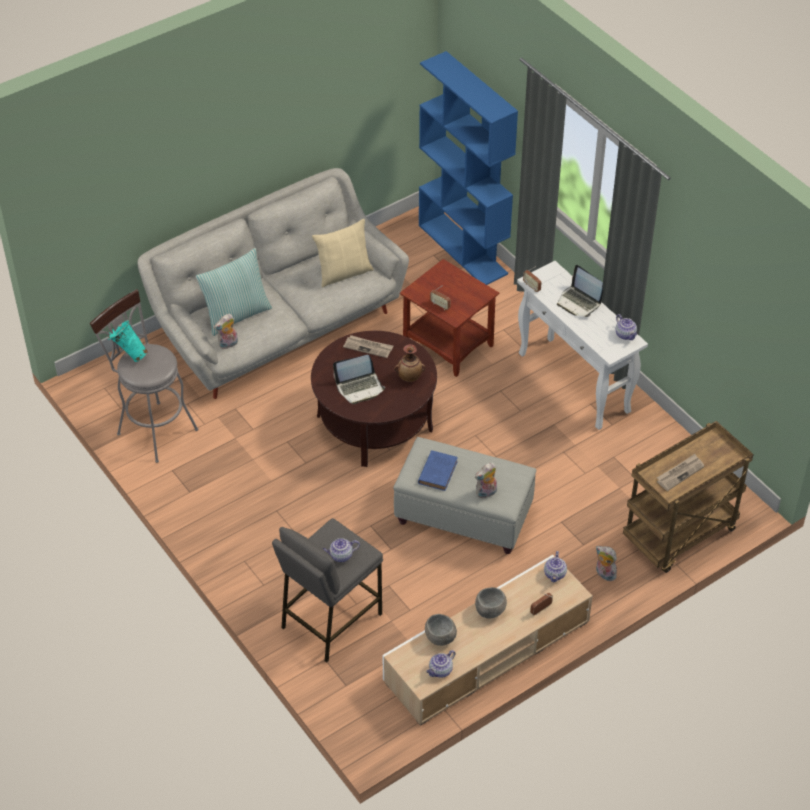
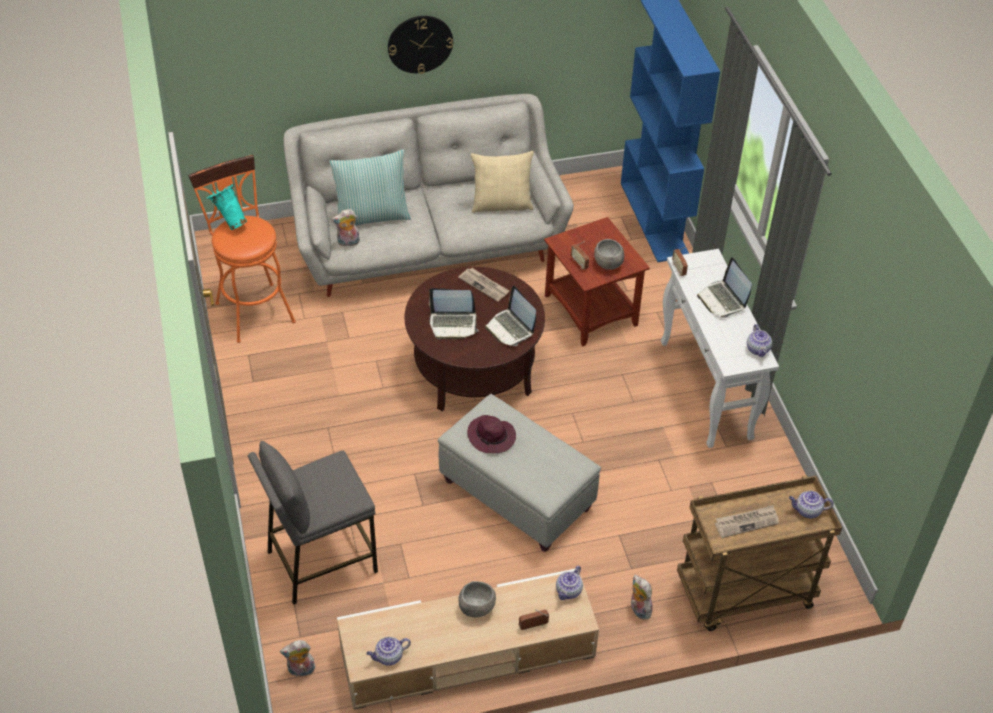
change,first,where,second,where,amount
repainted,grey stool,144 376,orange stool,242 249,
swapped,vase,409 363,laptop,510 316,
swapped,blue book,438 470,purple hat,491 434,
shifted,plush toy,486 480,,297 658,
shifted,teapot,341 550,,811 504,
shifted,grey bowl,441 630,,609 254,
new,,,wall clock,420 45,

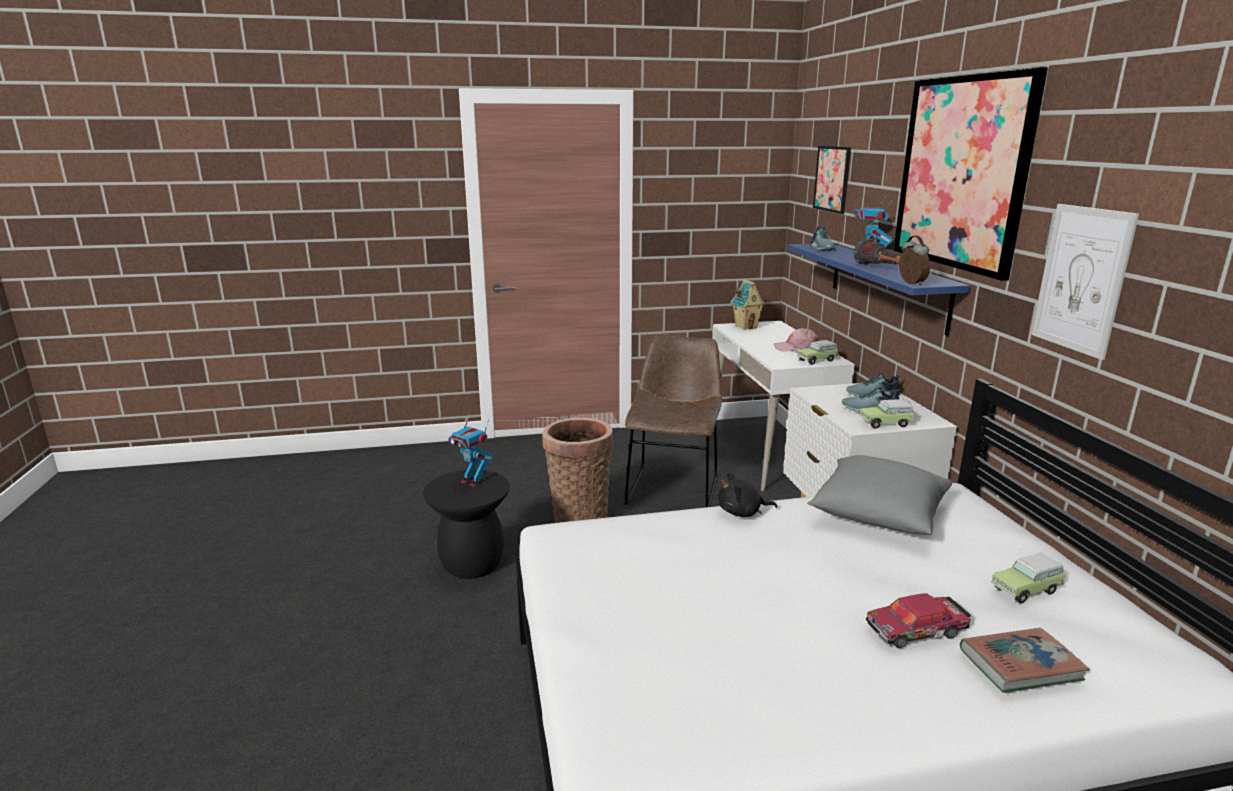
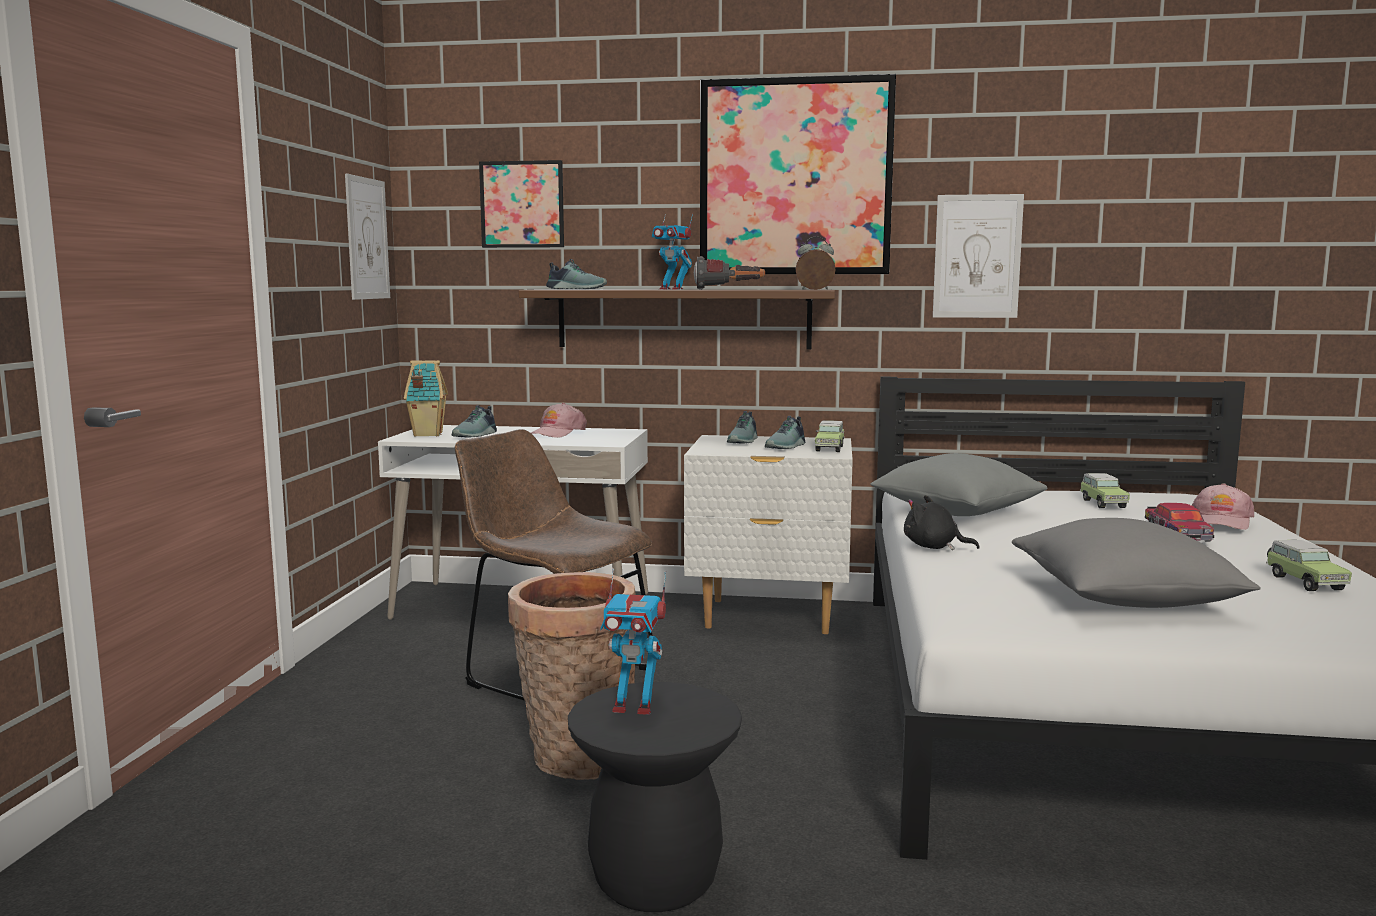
change,first,where,second,where,amount
repainted,blue shelf,879 290,brown shelf,677 319,
shifted,toy car,817 352,,1309 565,
rotated,toy robot,471 451,,633 641,45 degrees clockwise
rotated,black plush toy,747 494,,942 522,105 degrees clockwise
swapped,book,1024 660,pink cap,1222 506,
new,,,picture,367 237,
new,,,shoe,474 421,
new,,,grey pillow,1136 563,

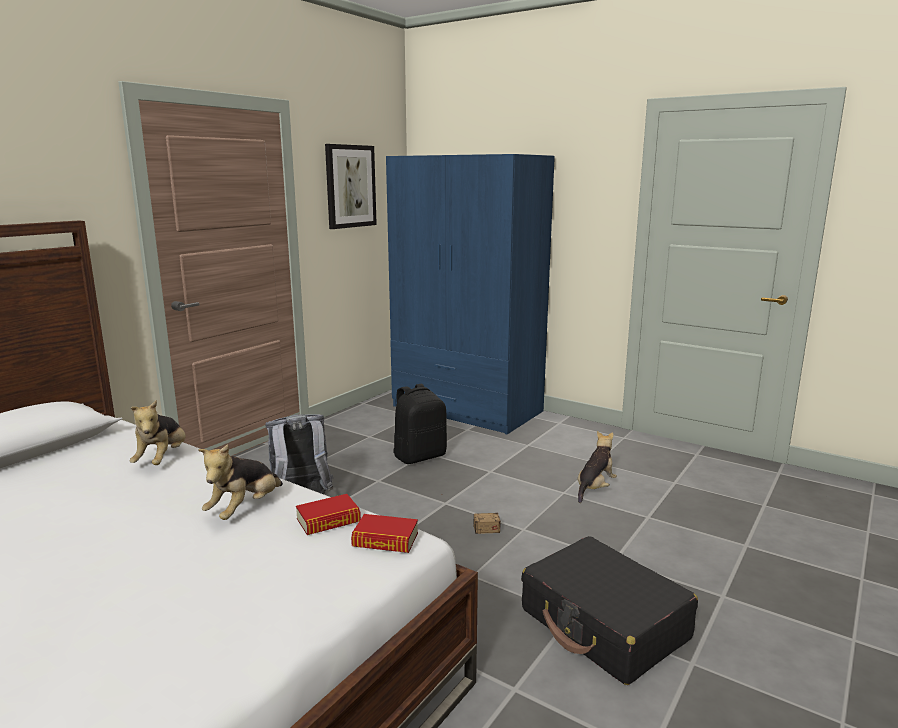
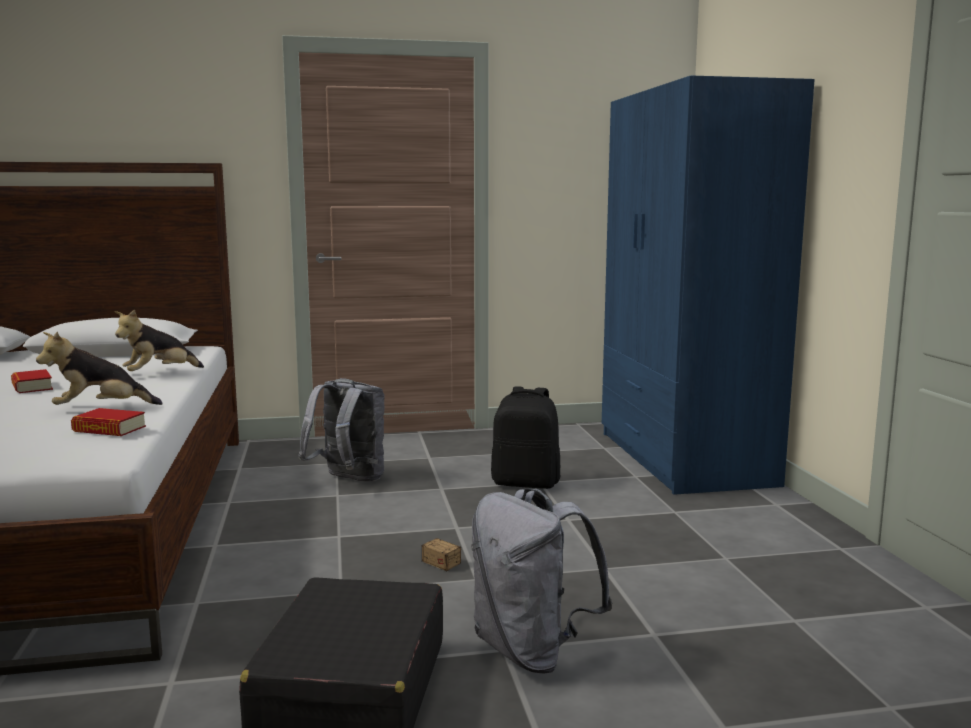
change,first,where,second,where,amount
gone,picture,351 186,,,
gone,plush toy,597 467,,,
shifted,book,384 533,,32 381,
new,,,grey backpack,542 581,

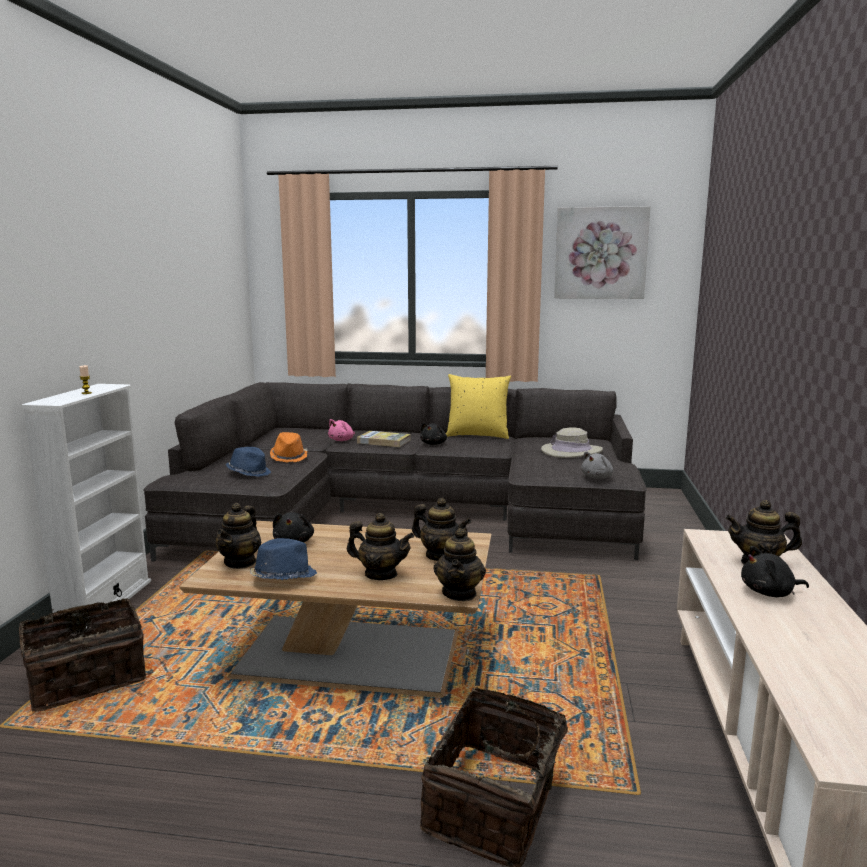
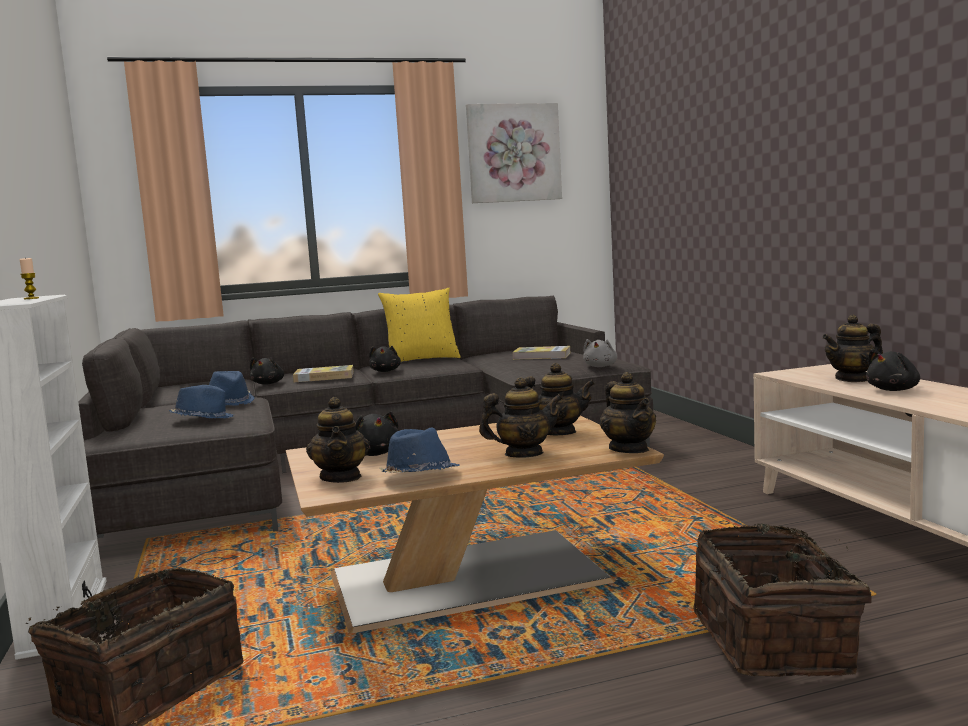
change,first,where,second,where,amount
repainted,pink plush toy,341 430,black plush toy,267 371,
swapped,beige hat,572 442,book,541 353,
repainted,orange hat,289 447,blue hat,232 388,

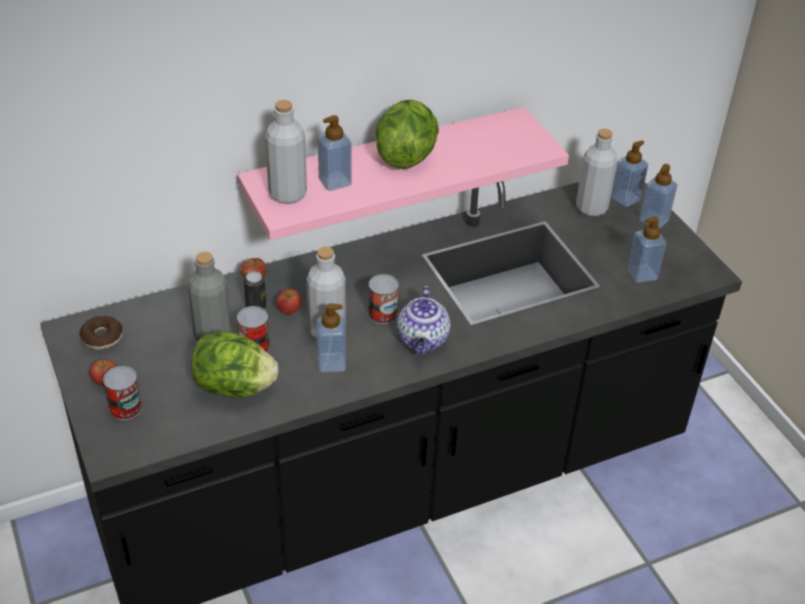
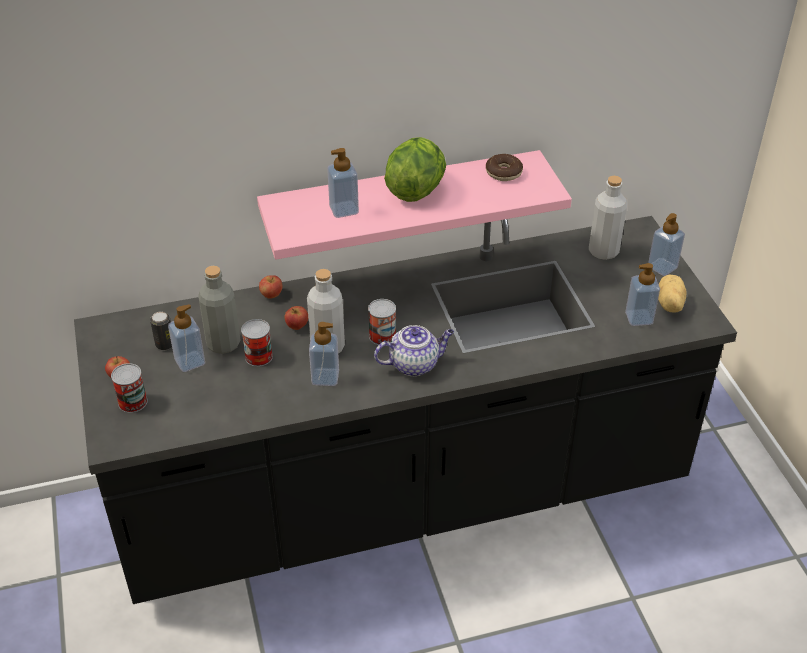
change,first,where,second,where,amount
gone,grey bottle,286 152,,,
shifted,soap dispenser,629 174,,186 338,
shifted,can,255 290,,161 330,
rotated,teapot,424 320,,414 350,120 degrees counterclockwise
shifted,donut,101 333,,504 167,
gone,lettuce,235 364,,,
new,,,potato,672 293,

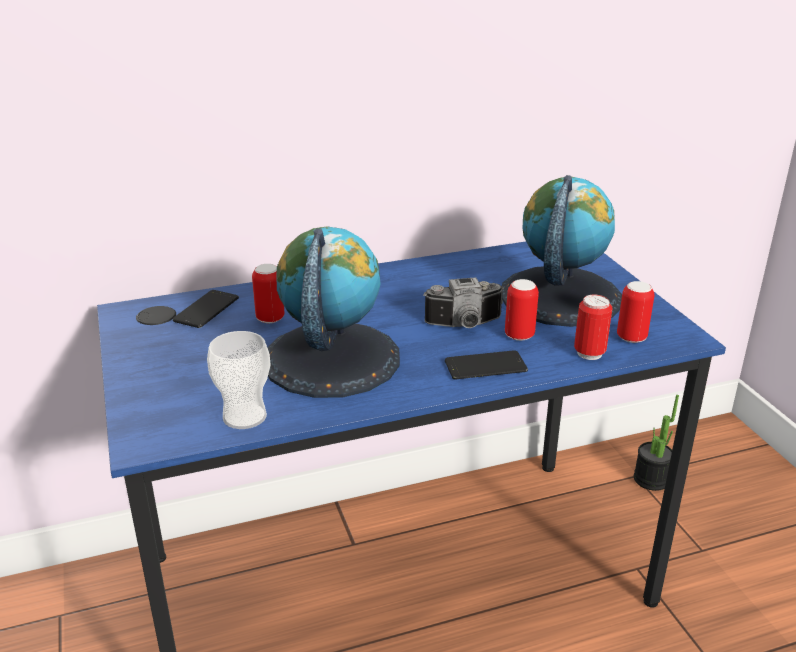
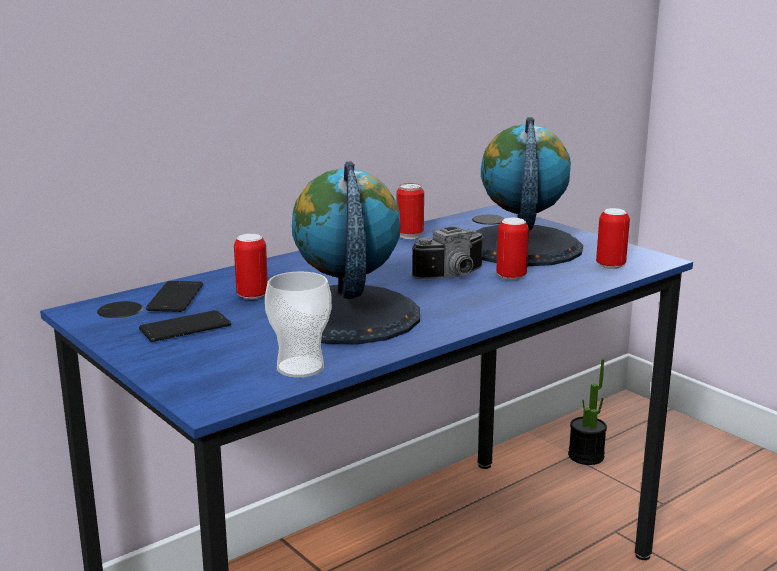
change,first,where,second,where,amount
shifted,can,593 327,,410 211,
shifted,phone,486 364,,185 326,

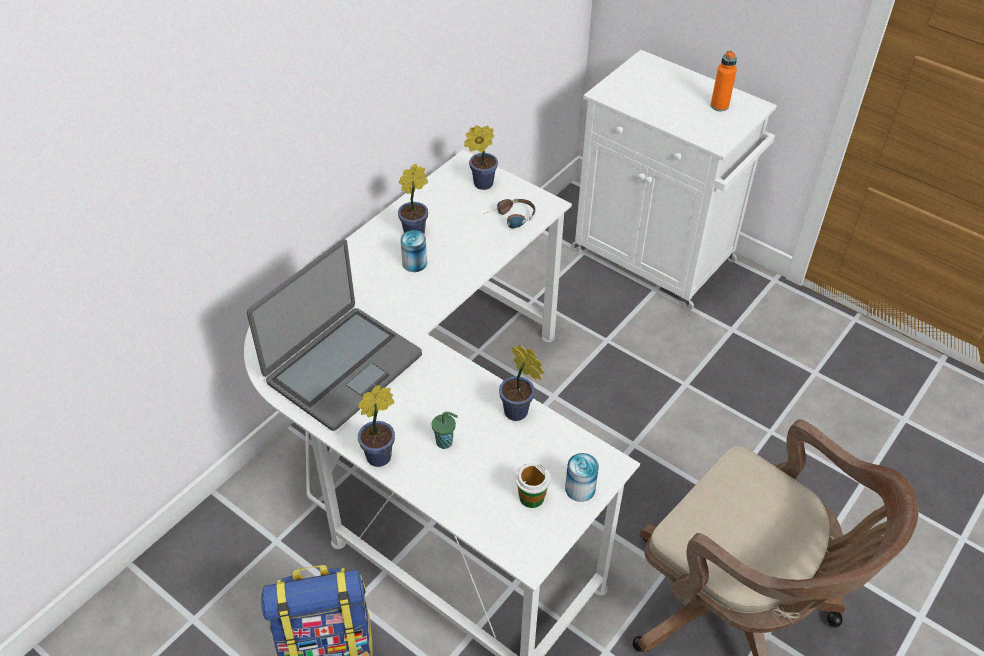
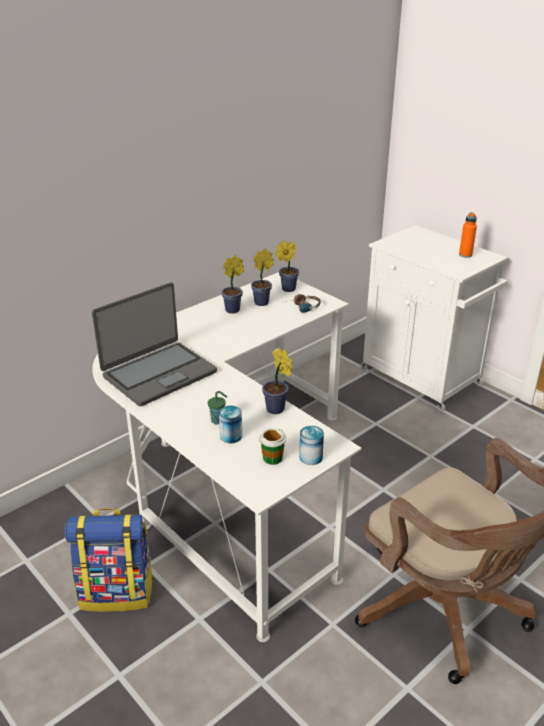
change,first,where,second,where,amount
shifted,can,413 251,,230 424,
shifted,potted plant,376 426,,262 277,

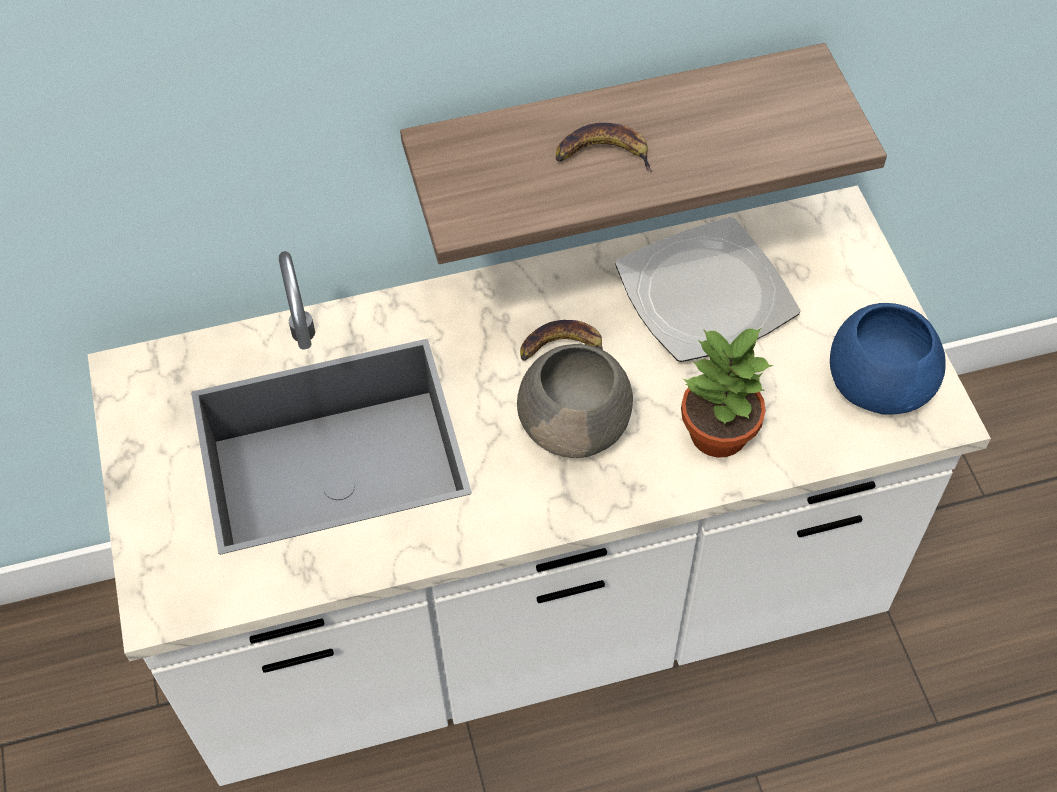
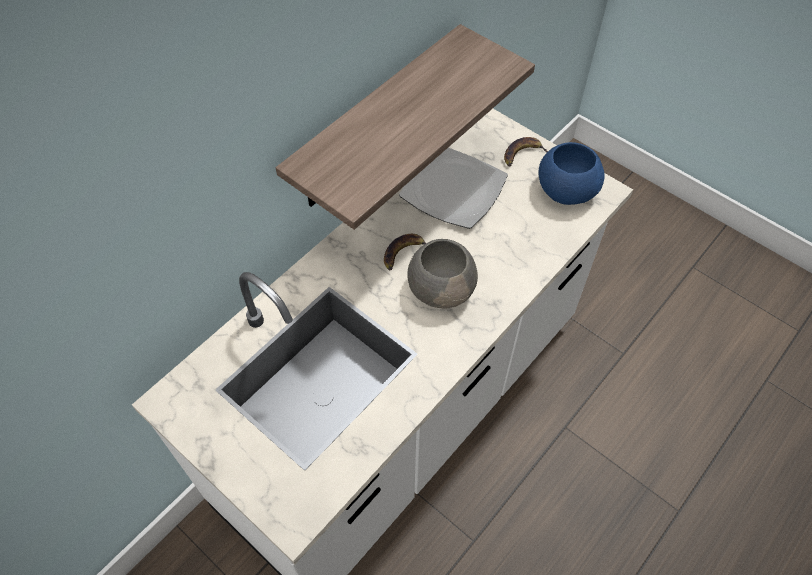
change,first,where,second,where,amount
shifted,banana,604 147,,526 151,
gone,potted plant,727 393,,,

